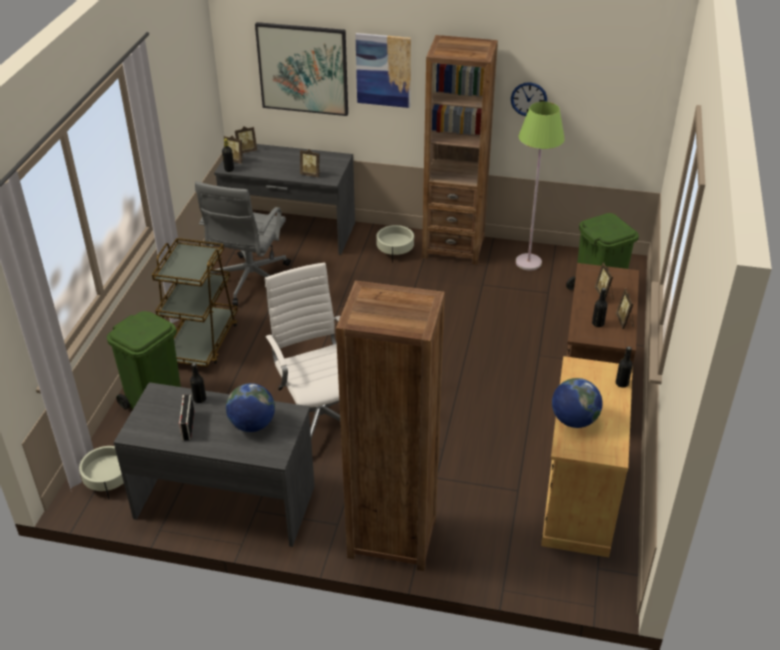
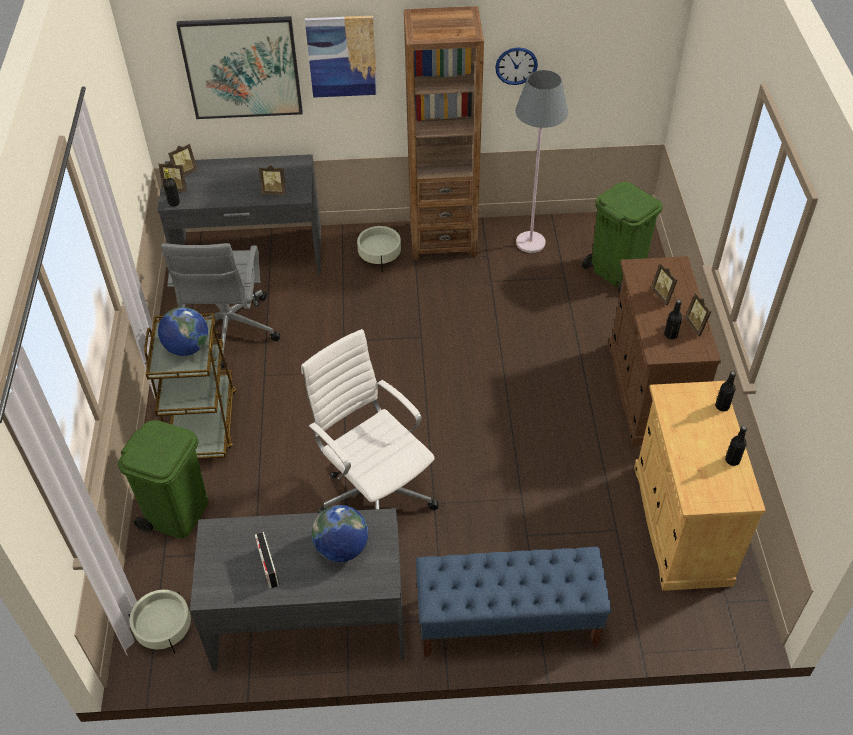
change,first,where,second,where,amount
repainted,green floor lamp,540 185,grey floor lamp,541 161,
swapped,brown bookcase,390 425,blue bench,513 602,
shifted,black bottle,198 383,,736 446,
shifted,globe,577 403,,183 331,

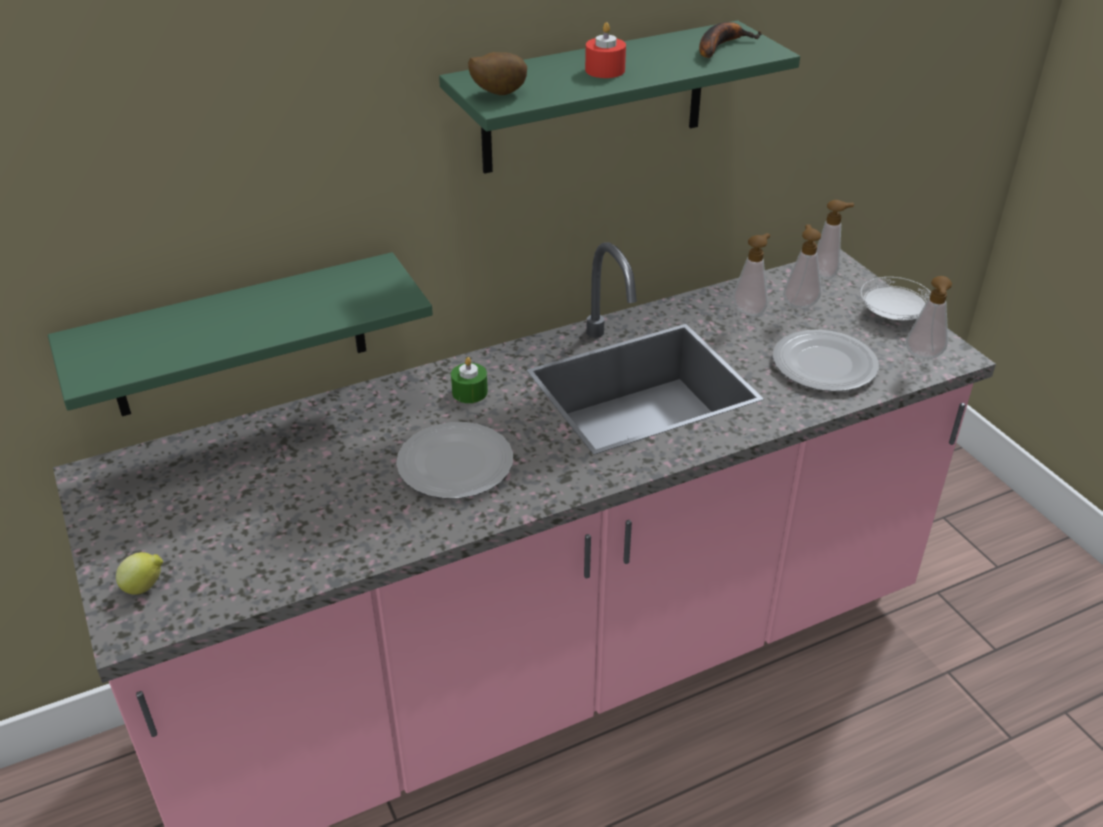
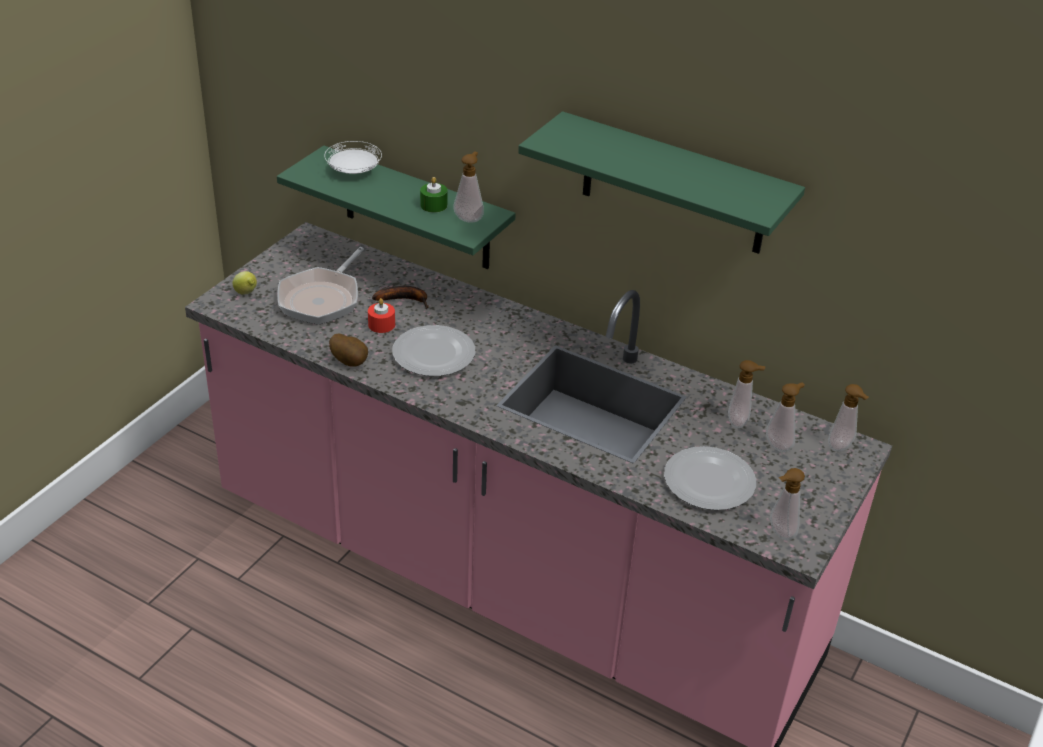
change,first,where,second,where,amount
shifted,red candle,605 50,,381 315,
shifted,banana,730 40,,400 297,
shifted,potato,497 73,,348 350,
shifted,white plate,896 298,,353 157,
shifted,green candle,469 380,,434 195,
new,,,soap dispenser,468 187,
new,,,frying pan,320 286,

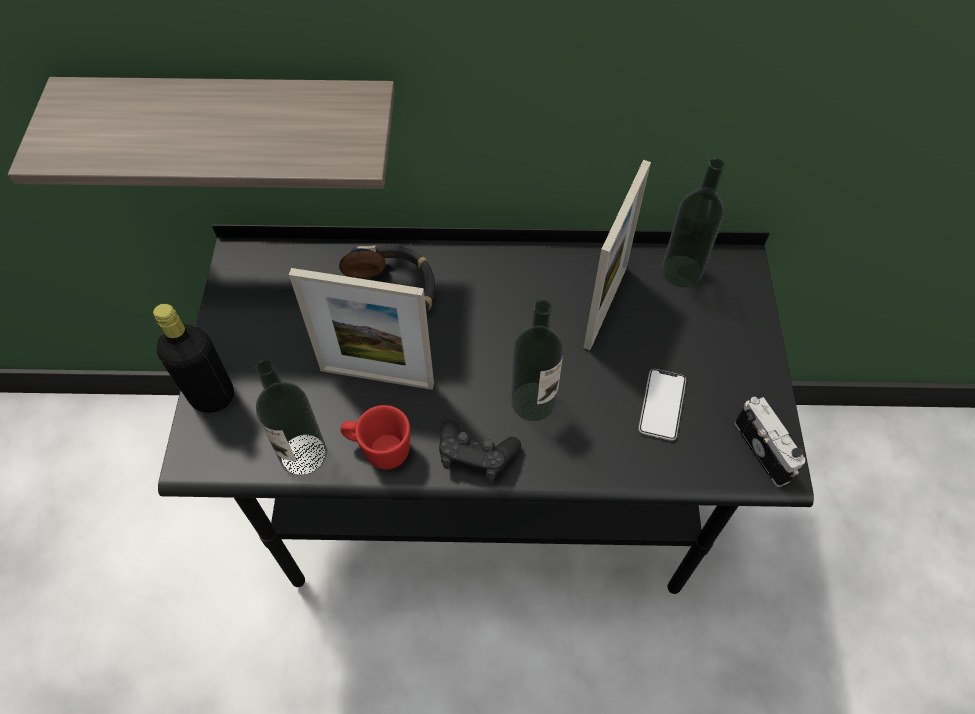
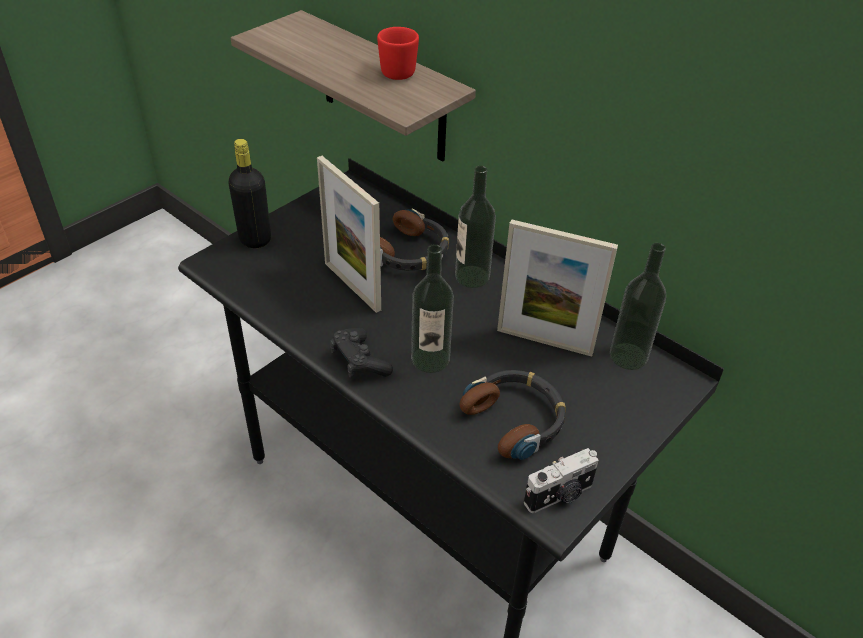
change,first,where,second,where,amount
rotated,picture frame,617 255,,557 287,45 degrees clockwise
shifted,bottle,291 417,,475 227,
swapped,phone,662 405,headphones,512 415,
rotated,photo camera,770 442,,561 480,45 degrees clockwise
shifted,red mug,375 437,,398 53,

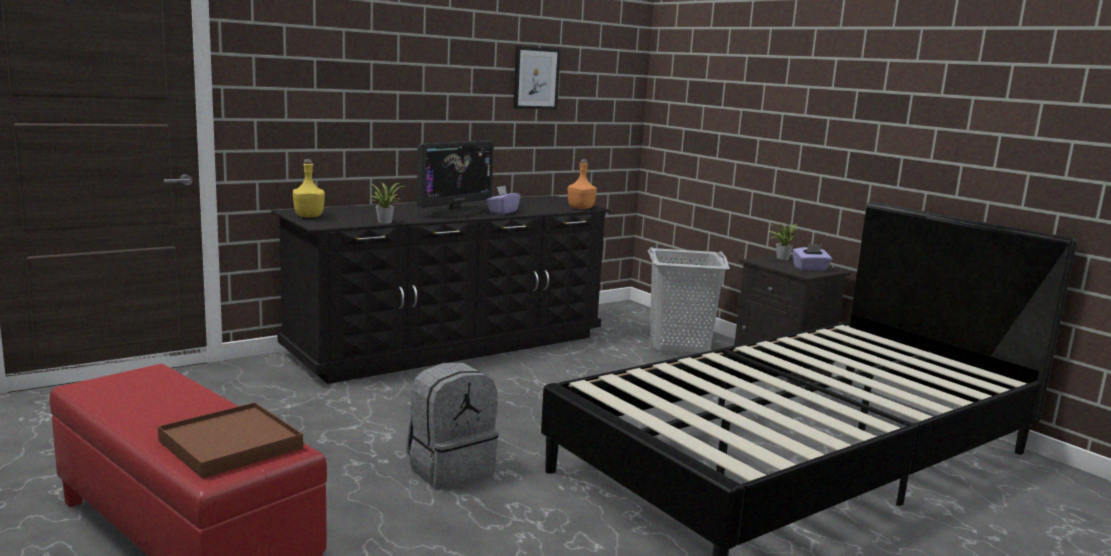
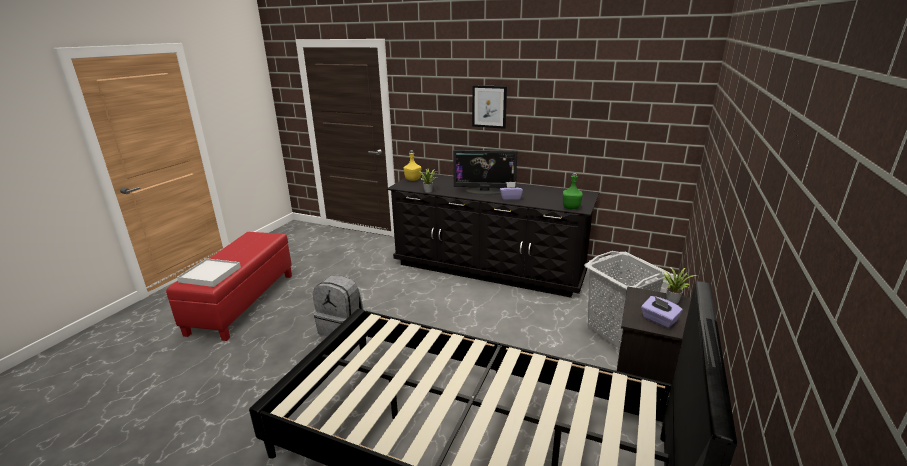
change,first,where,second,where,amount
shifted,picture,537 78,,489 107,
repainted,orange bottle,582 184,green bottle,573 191,
repainted,brown tray,230 440,white tray,209 272,

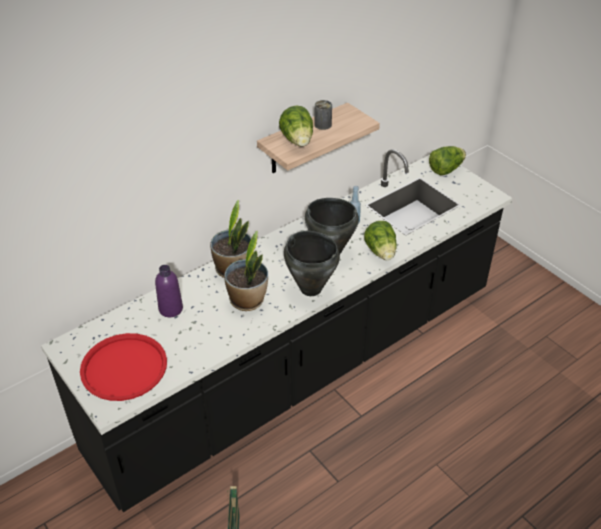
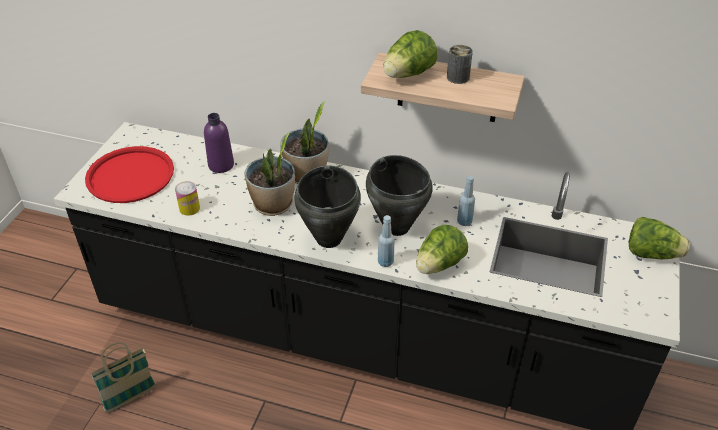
change,first,where,second,where,amount
new,,,can,187 198,
new,,,blue bottle,386 241,

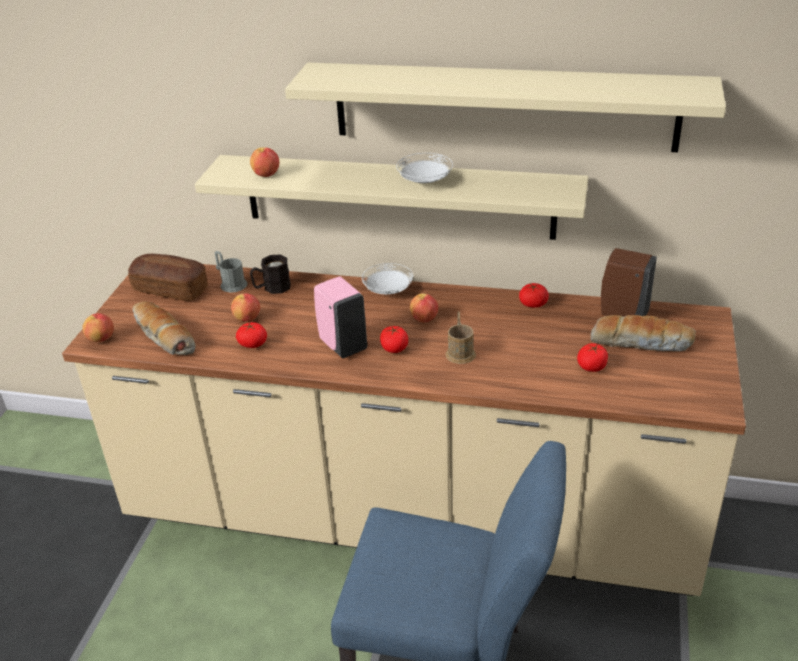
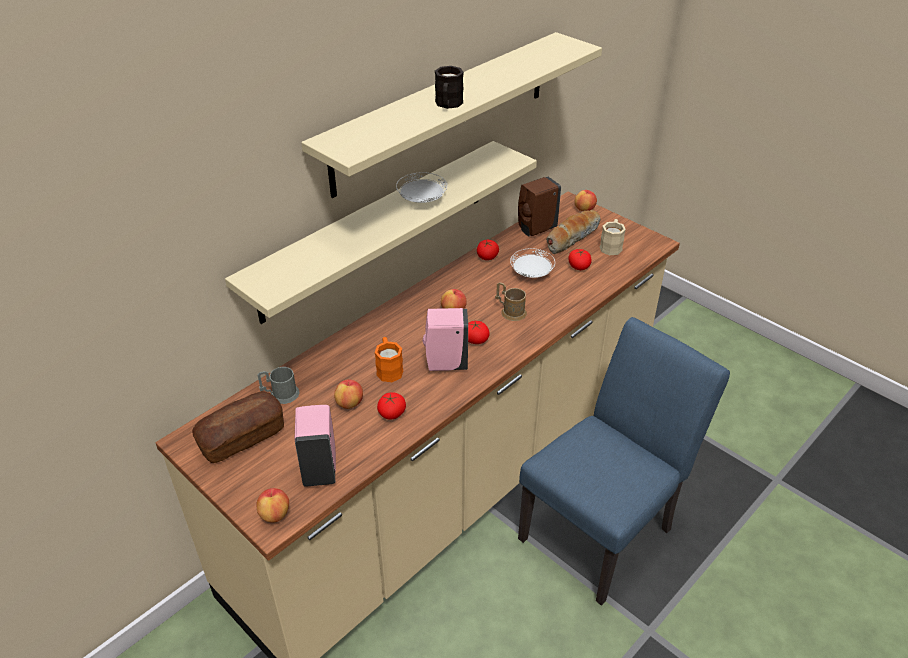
change,first,where,second,where,amount
shifted,apple,264 162,,585 200,
shifted,black mug,270 274,,449 87,
shifted,white plate,387 278,,532 263,
swapped,bread,164 328,pink soap dispenser,315 446,
new,,,beige mug,613 237,
new,,,orange mug,388 359,

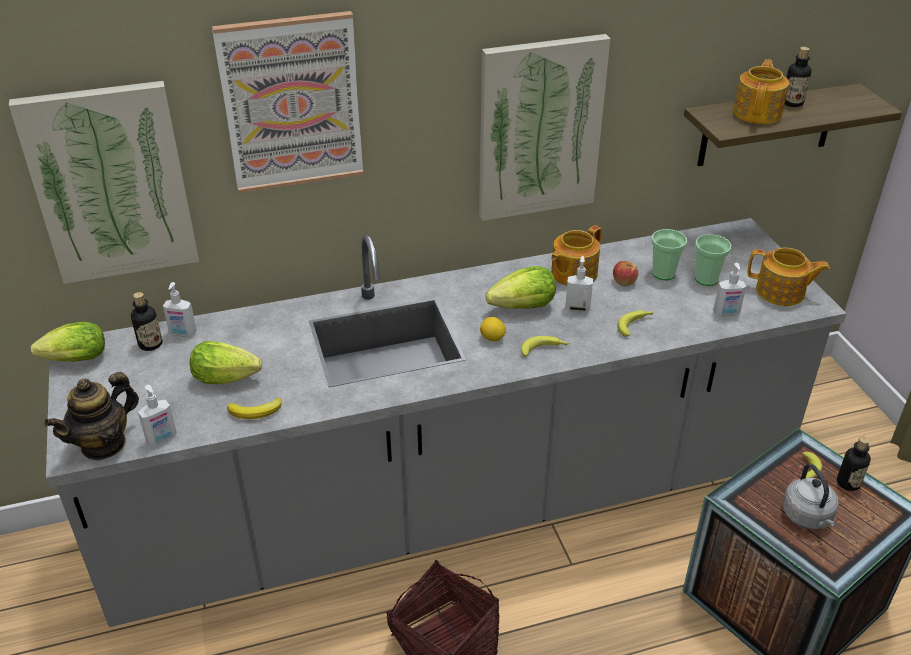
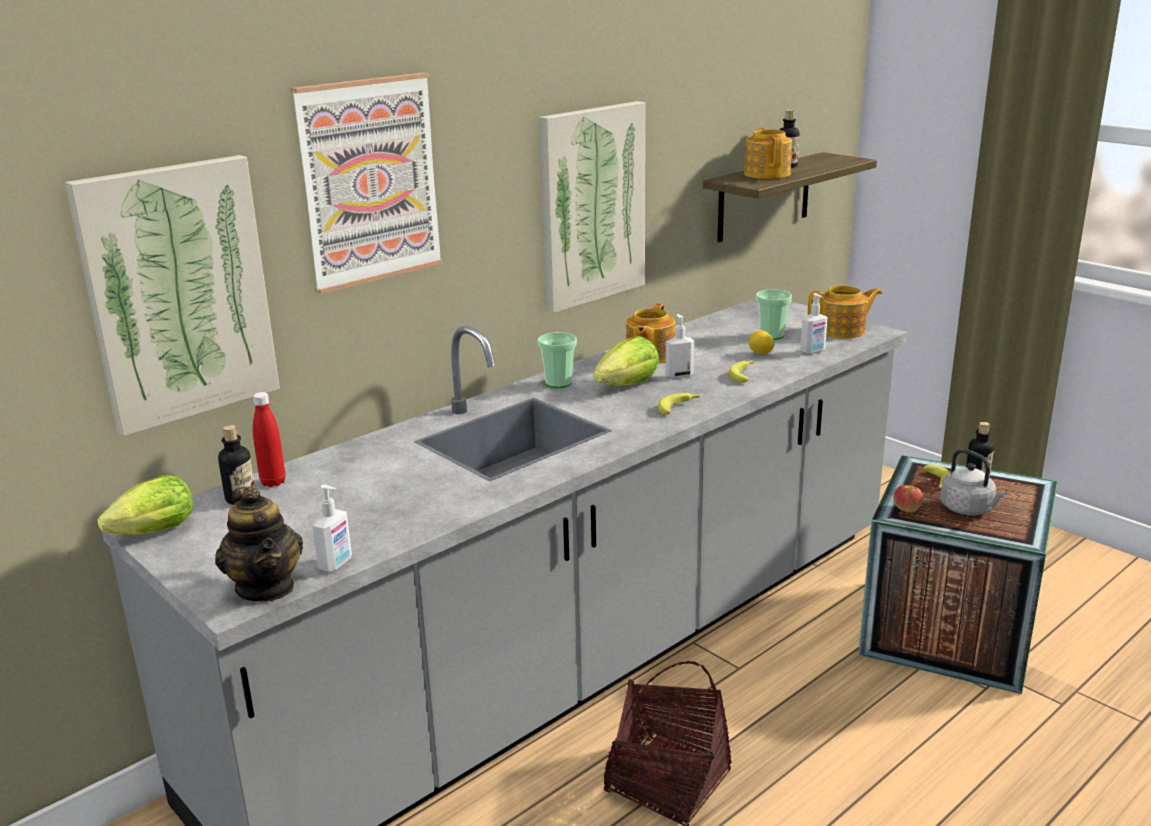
change,first,where,second,where,amount
shifted,cup,669 254,,557 360,
shifted,apple,625 273,,908 499,
swapped,soap dispenser,180 309,red bottle,269 439,
shifted,lemon,493 329,,762 342,
gone,lettuce,226 362,,,
rotated,teapot,91 416,,259 544,45 degrees counterclockwise
gone,banana,254 408,,,

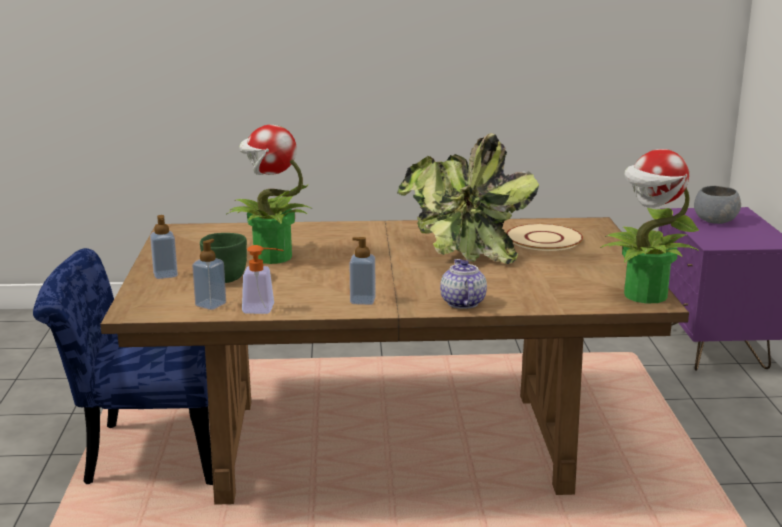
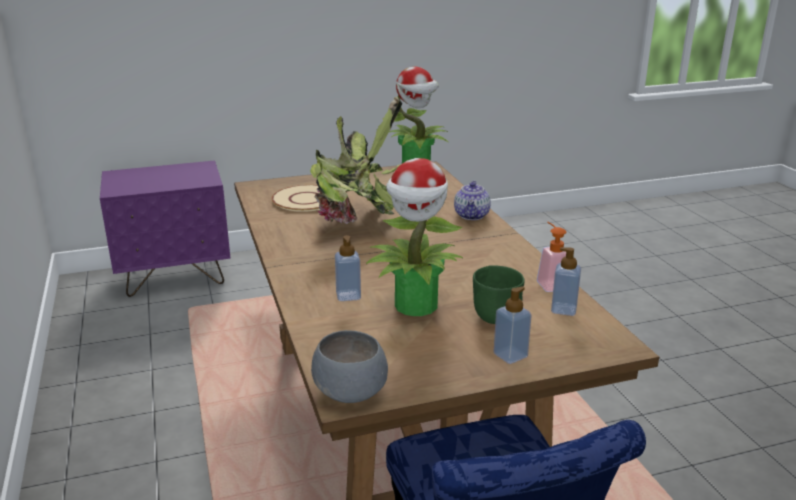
change,first,where,second,where,amount
shifted,grey bowl,717 205,,349 366,
shifted,soap dispenser,362 271,,348 268,
rotated,teapot,463 284,,472 200,60 degrees counterclockwise

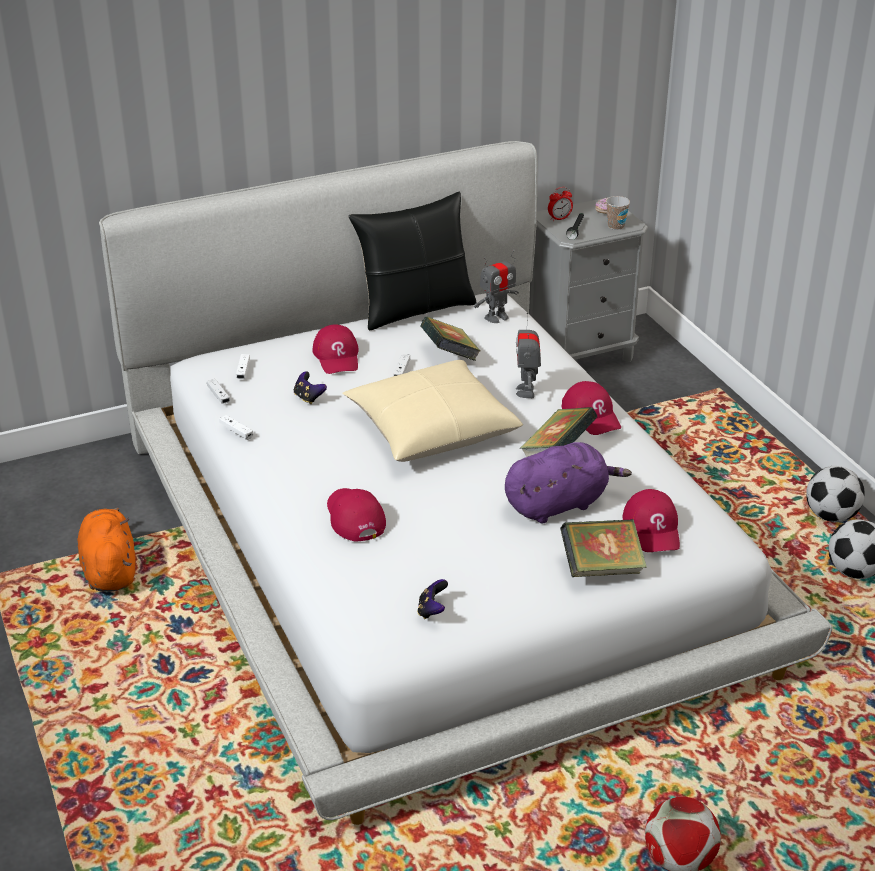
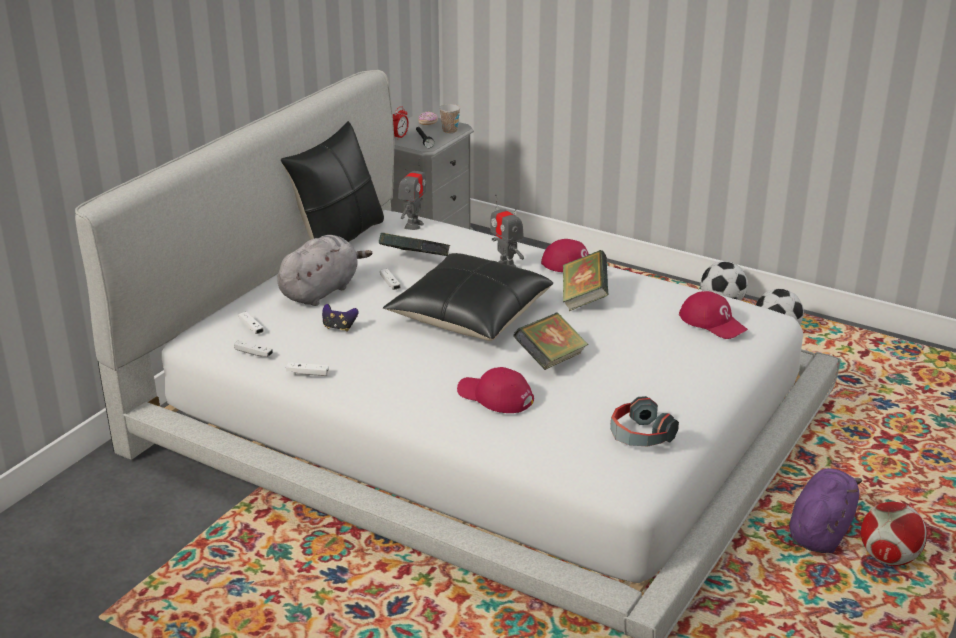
change,first,where,second,where,amount
swapped,red cap,335 349,grey plush toy,324 270,
repainted,beige pillow,432 411,black pillow,468 297,
shifted,purple plush toy,568 483,,825 510,
gone,orange plush toy,106 549,,,
shifted,book,603 548,,550 341,
swapped,game controller,432 599,headphones,644 421,

